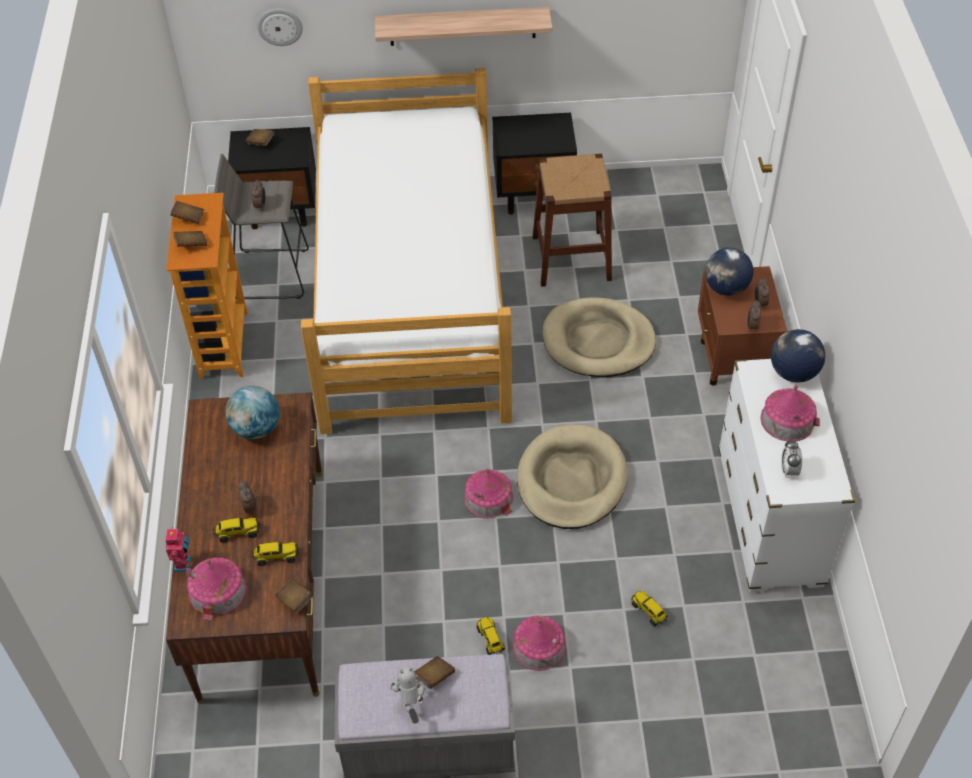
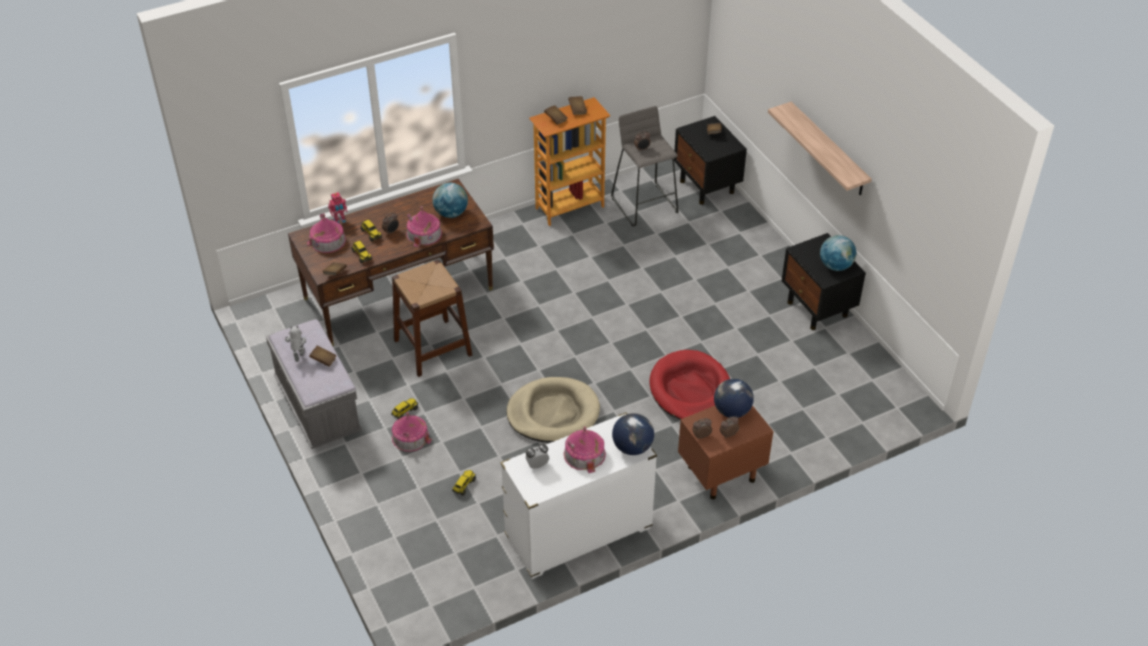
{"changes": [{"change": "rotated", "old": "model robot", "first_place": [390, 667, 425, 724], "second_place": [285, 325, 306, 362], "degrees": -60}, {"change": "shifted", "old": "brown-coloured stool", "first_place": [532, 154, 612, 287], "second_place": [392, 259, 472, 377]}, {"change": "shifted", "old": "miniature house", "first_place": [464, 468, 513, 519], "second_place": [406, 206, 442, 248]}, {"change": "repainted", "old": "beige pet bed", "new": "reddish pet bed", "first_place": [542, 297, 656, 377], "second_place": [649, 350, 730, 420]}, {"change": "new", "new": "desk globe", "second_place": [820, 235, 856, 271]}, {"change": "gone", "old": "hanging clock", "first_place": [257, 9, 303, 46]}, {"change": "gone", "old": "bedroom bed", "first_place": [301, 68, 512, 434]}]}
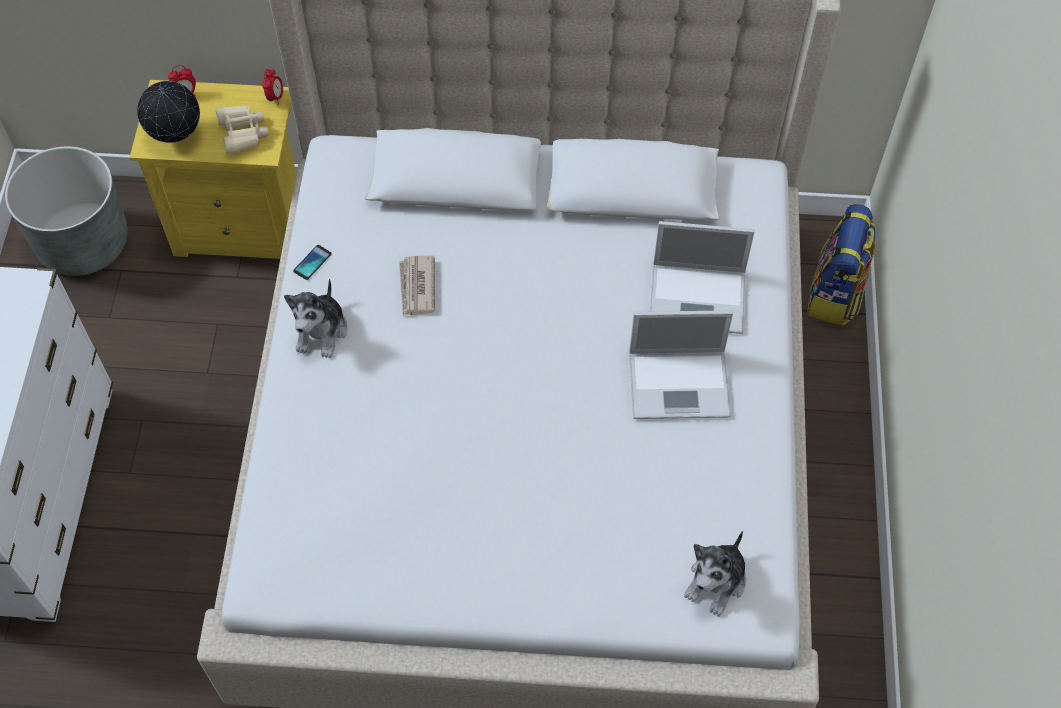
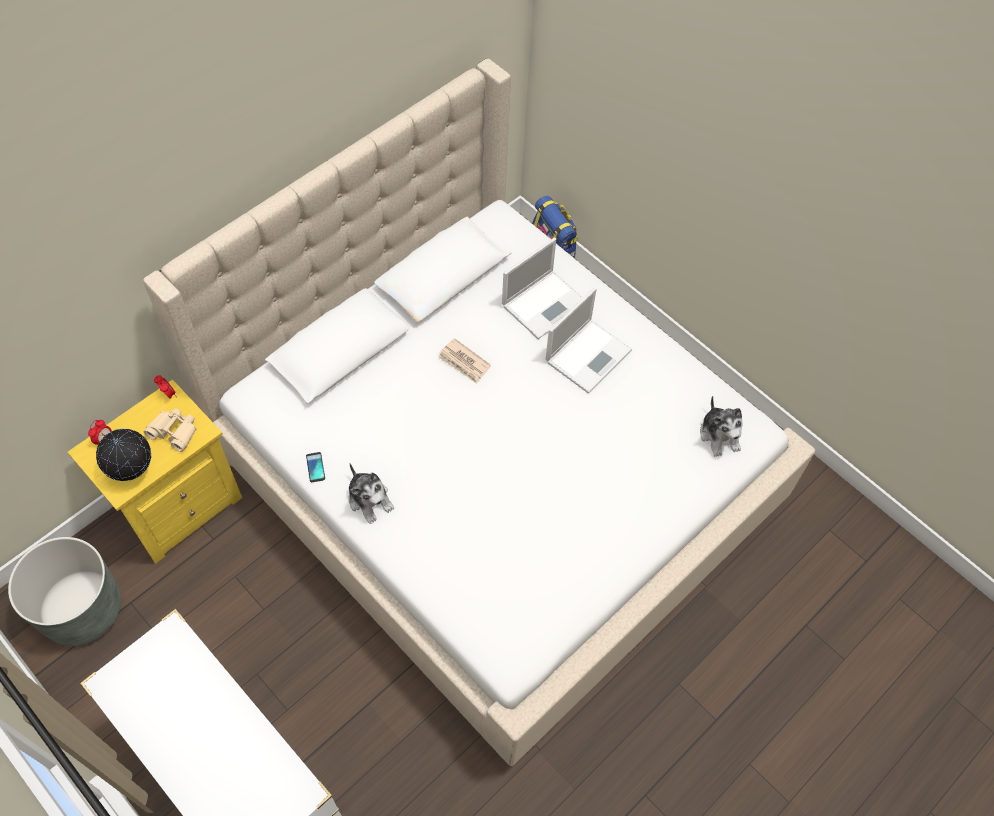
{"changes": [{"change": "shifted", "old": "newspaper", "first_place": [399, 256, 435, 317], "second_place": [438, 338, 491, 384]}]}
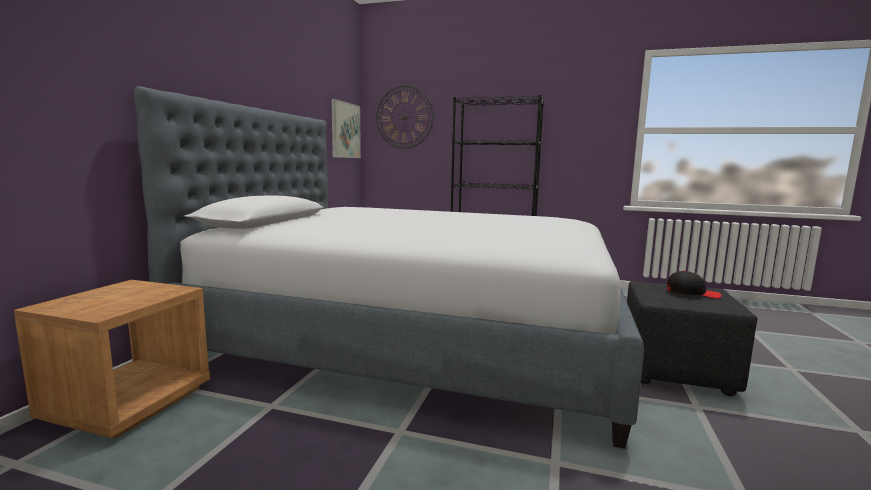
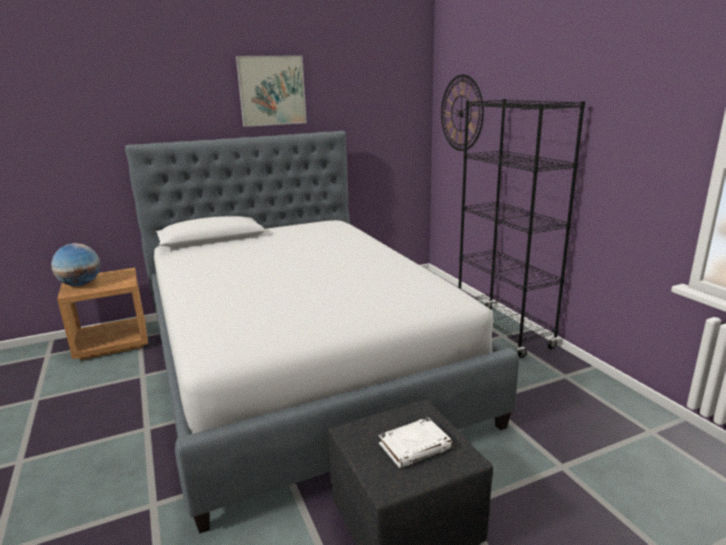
{"changes": [{"change": "new", "new": "desk globe", "second_place": [51, 243, 100, 286]}, {"change": "shifted", "old": "picture", "first_place": [331, 99, 361, 158], "second_place": [236, 55, 307, 127]}, {"change": "swapped", "old": "black-coloured baseball cap", "new": "whitish bound book", "first_place": [667, 270, 722, 299], "second_place": [379, 417, 453, 468]}]}
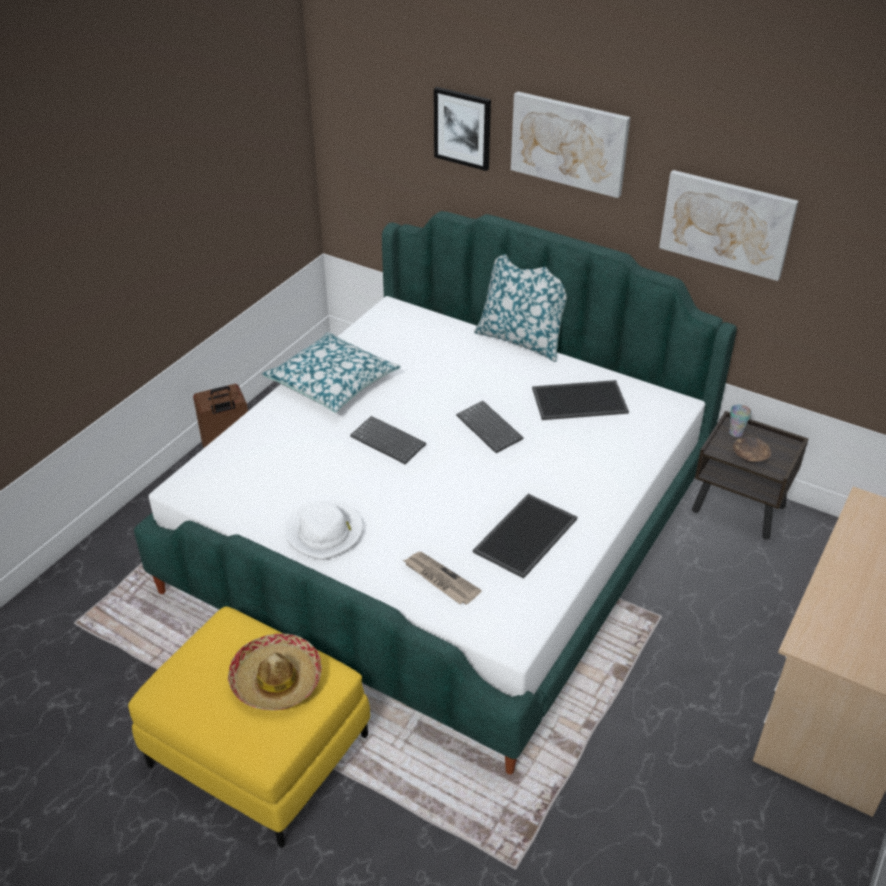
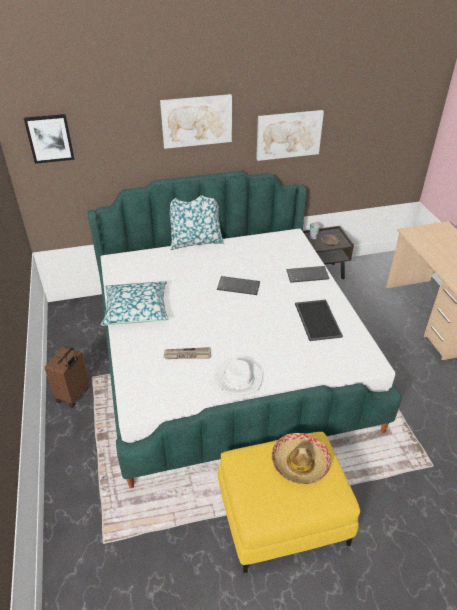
{"changes": [{"change": "shifted", "old": "picture", "first_place": [434, 87, 491, 171], "second_place": [24, 114, 74, 164]}, {"change": "shifted", "old": "newspaper", "first_place": [403, 552, 482, 605], "second_place": [163, 347, 211, 359]}, {"change": "shifted", "old": "keyboard", "first_place": [350, 416, 426, 465], "second_place": [286, 266, 329, 283]}, {"change": "gone", "old": "tray", "first_place": [532, 380, 629, 420]}]}
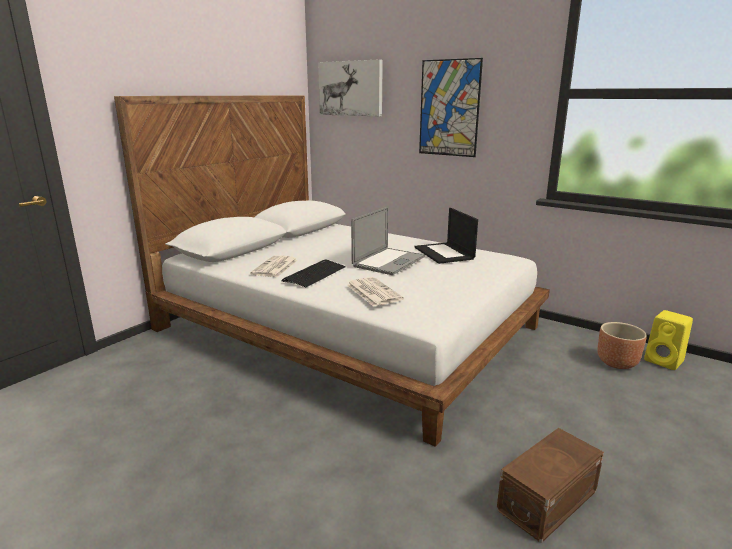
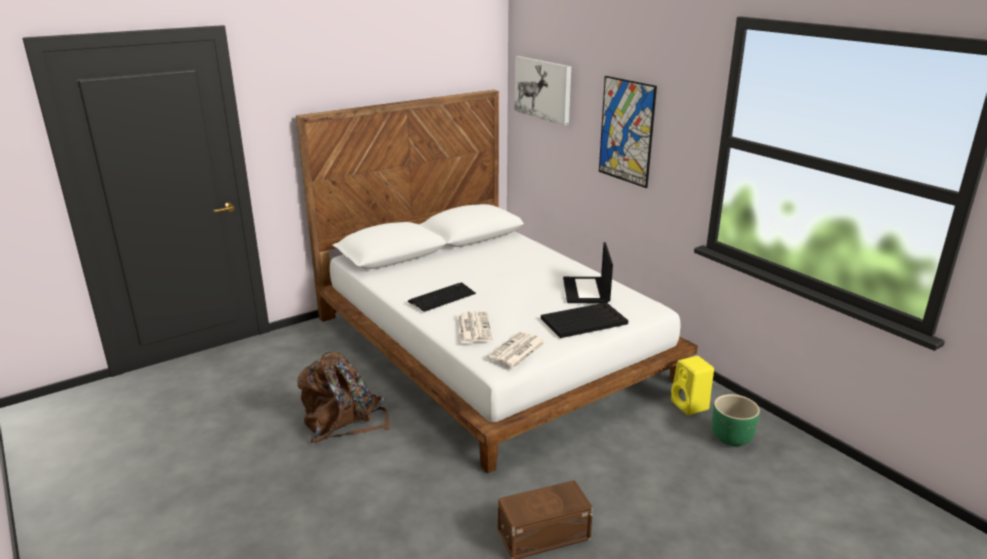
{"changes": [{"change": "new", "new": "brown-coloured knapsack", "second_place": [297, 352, 390, 443]}, {"change": "shifted", "old": "newspaper", "first_place": [250, 255, 298, 277], "second_place": [487, 331, 546, 368]}, {"change": "new", "new": "black-coloured tray", "second_place": [541, 302, 628, 338]}, {"change": "shifted", "old": "yellow speaker", "first_place": [644, 310, 693, 370], "second_place": [671, 356, 714, 415]}, {"change": "repainted", "old": "brown-coloured plant pot", "new": "green plant pot", "first_place": [597, 322, 647, 369], "second_place": [712, 394, 760, 446]}, {"change": "gone", "old": "portable computer", "first_place": [351, 207, 425, 275]}]}
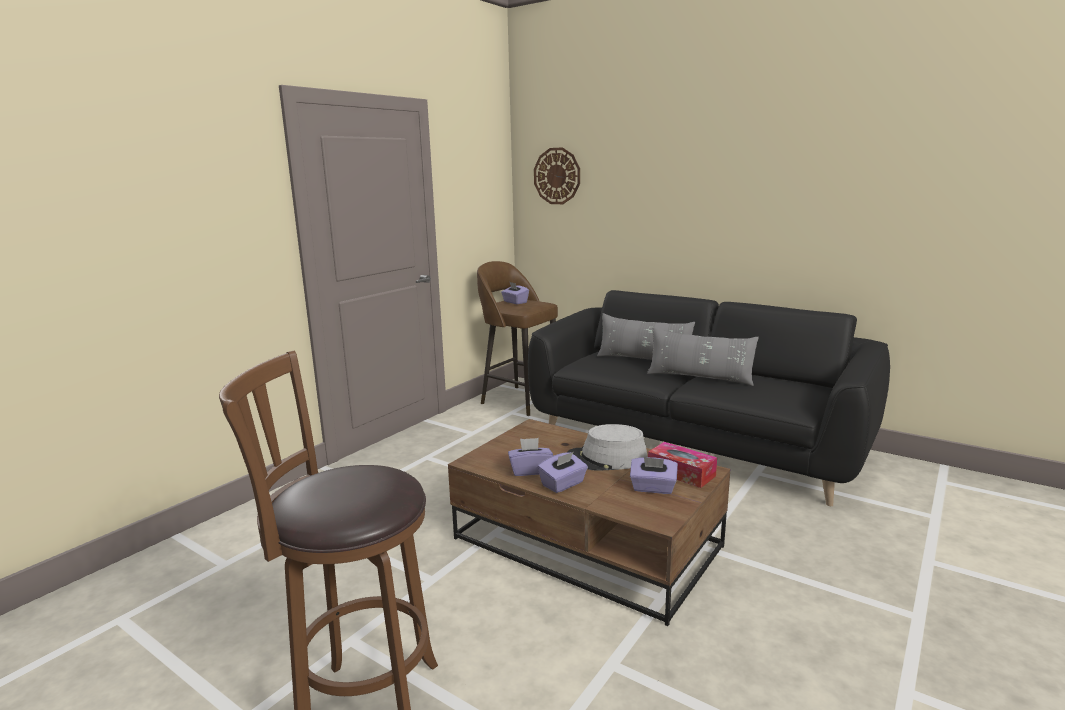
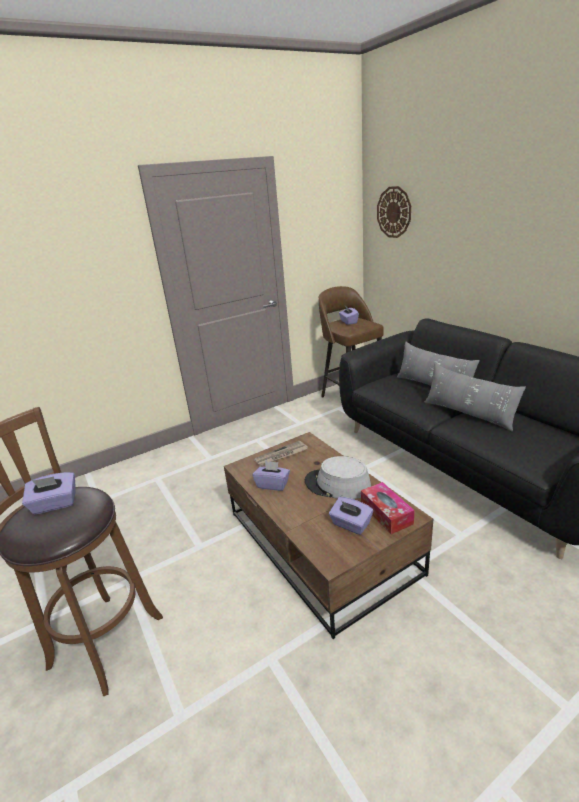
{"changes": [{"change": "shifted", "old": "purplish tissue box", "first_place": [538, 452, 588, 493], "second_place": [22, 472, 76, 514]}, {"change": "new", "new": "newspaper", "second_place": [254, 441, 308, 467]}]}
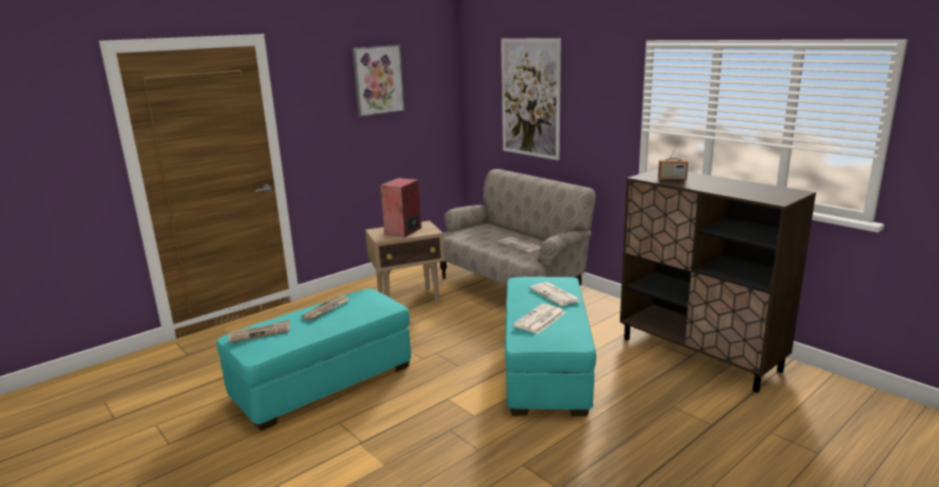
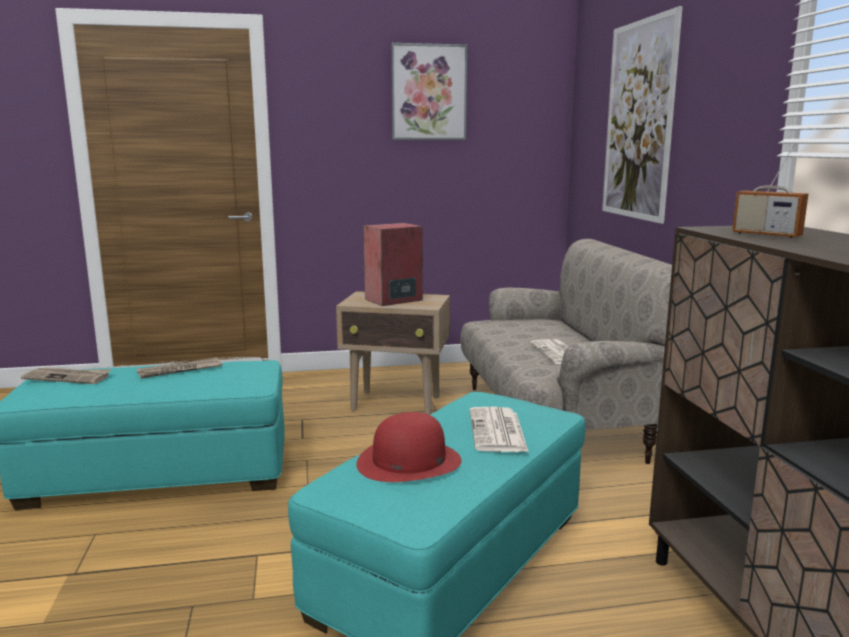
{"changes": [{"change": "swapped", "old": "newspaper", "new": "reddish wearable hat", "first_place": [513, 304, 566, 334], "second_place": [356, 412, 462, 482]}]}
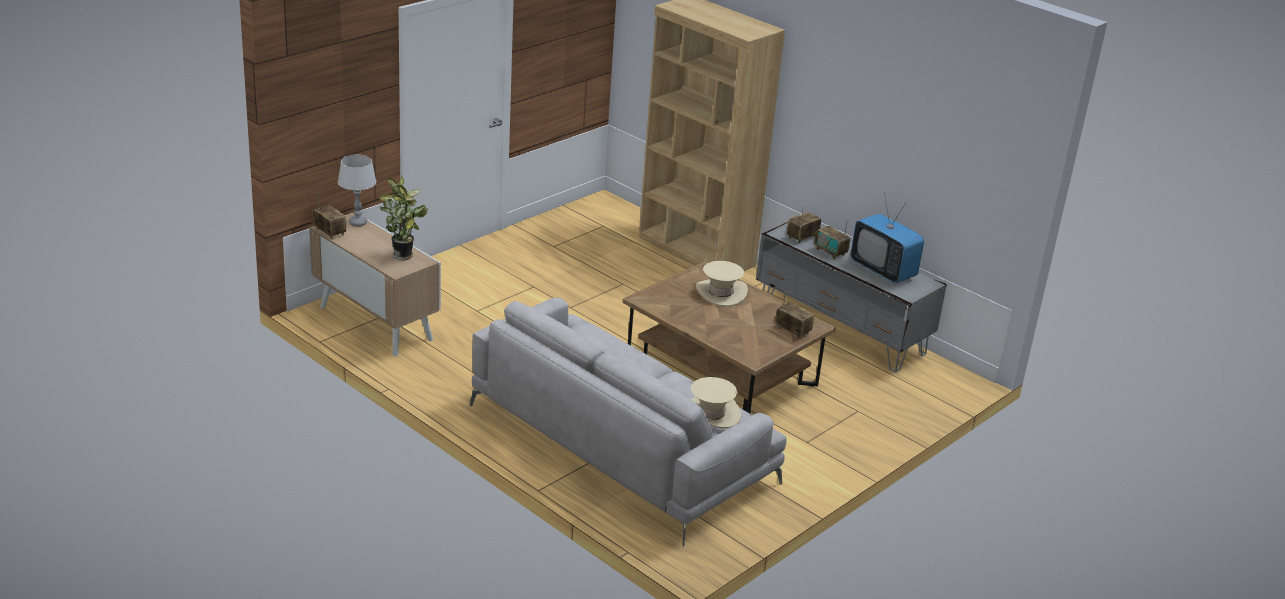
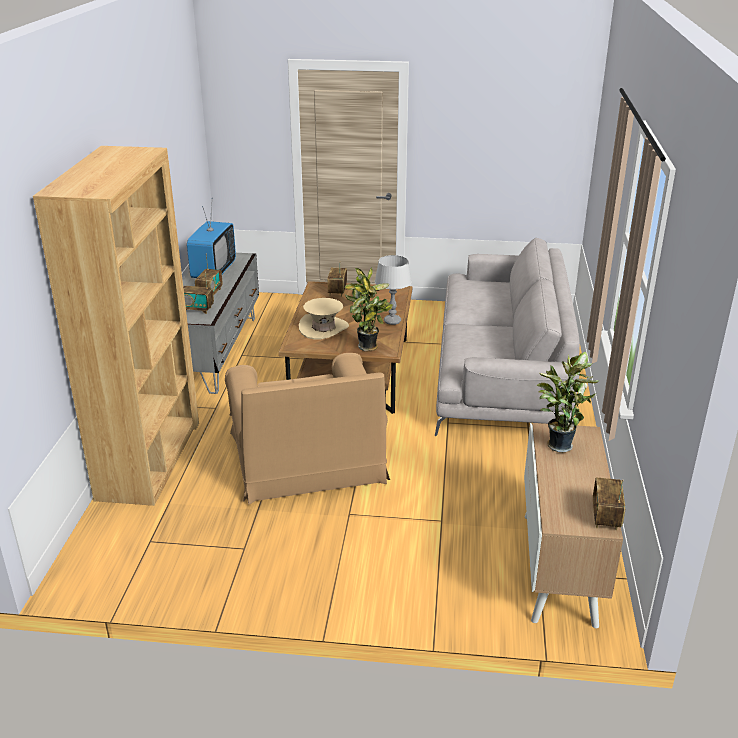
{"changes": [{"change": "new", "new": "brown-coloured armchair", "second_place": [225, 353, 390, 505]}, {"change": "new", "new": "potted plant", "second_place": [345, 267, 393, 352]}, {"change": "shifted", "old": "grey tabletop lamp", "first_place": [338, 155, 376, 226], "second_place": [375, 255, 411, 325]}, {"change": "gone", "old": "beige wearable hat", "first_place": [690, 377, 741, 429]}]}
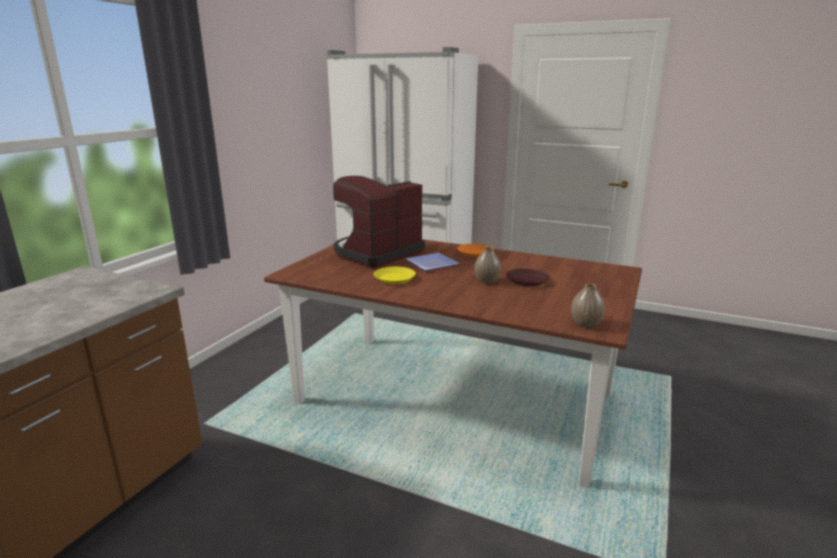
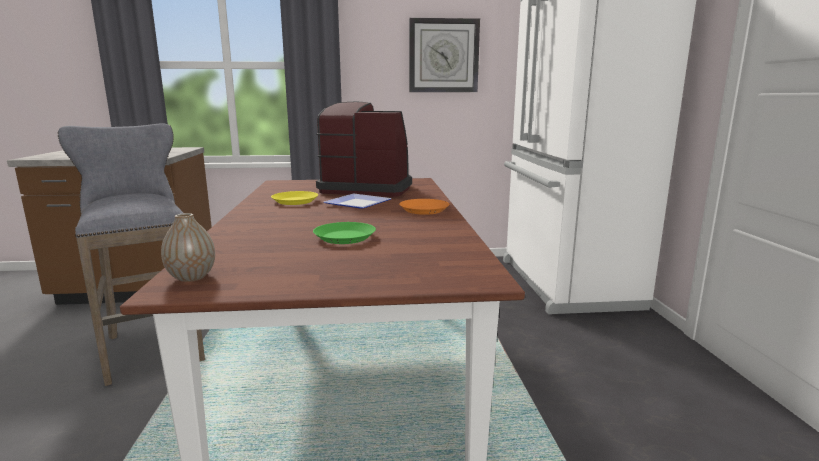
{"changes": [{"change": "new", "new": "grey stool", "second_place": [58, 124, 205, 386]}, {"change": "repainted", "old": "brown-coloured plate", "new": "green plate", "first_place": [506, 269, 550, 287], "second_place": [313, 222, 376, 244]}, {"change": "new", "new": "hanging clock", "second_place": [409, 18, 480, 92]}, {"change": "gone", "old": "flower vase", "first_place": [475, 247, 501, 284]}]}
